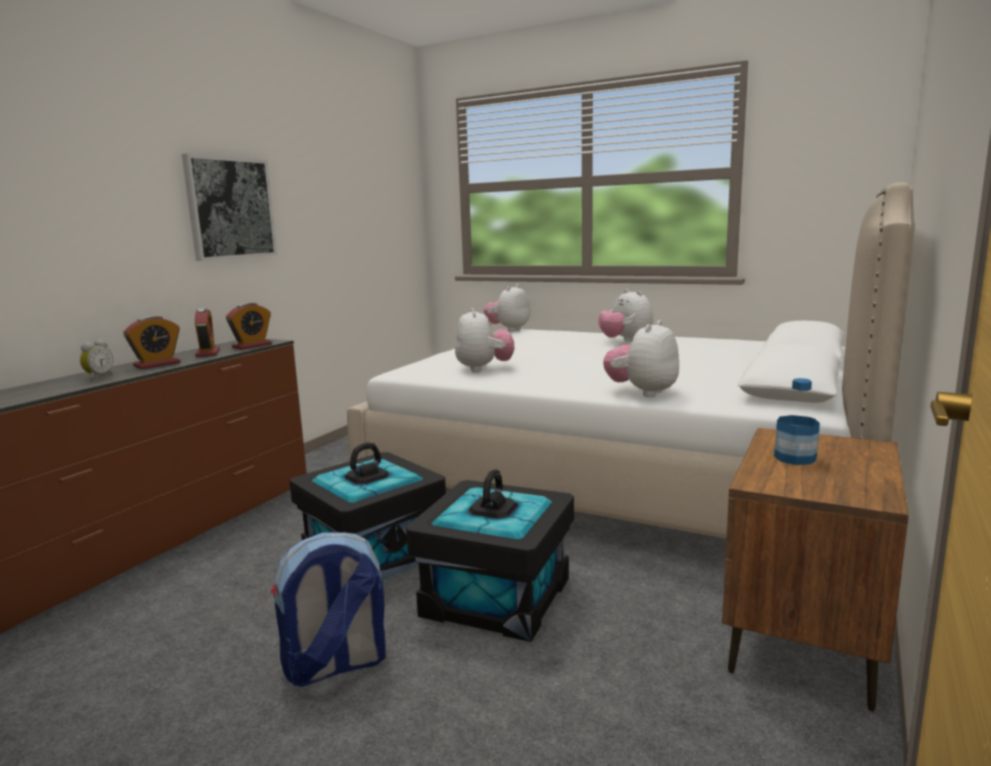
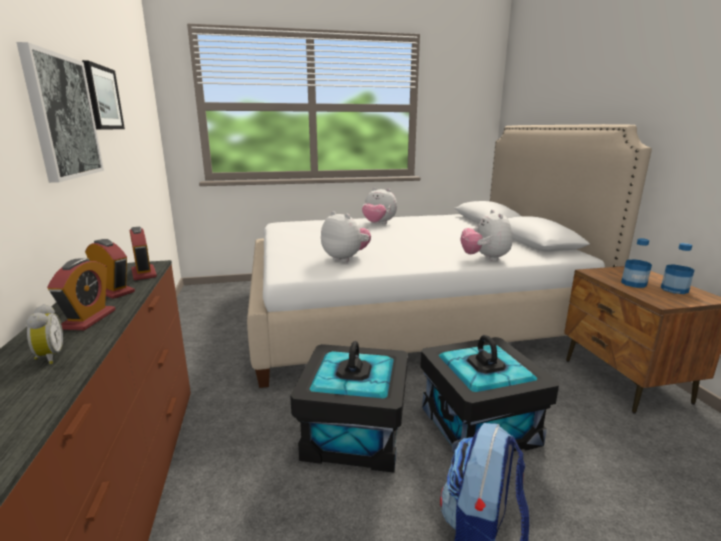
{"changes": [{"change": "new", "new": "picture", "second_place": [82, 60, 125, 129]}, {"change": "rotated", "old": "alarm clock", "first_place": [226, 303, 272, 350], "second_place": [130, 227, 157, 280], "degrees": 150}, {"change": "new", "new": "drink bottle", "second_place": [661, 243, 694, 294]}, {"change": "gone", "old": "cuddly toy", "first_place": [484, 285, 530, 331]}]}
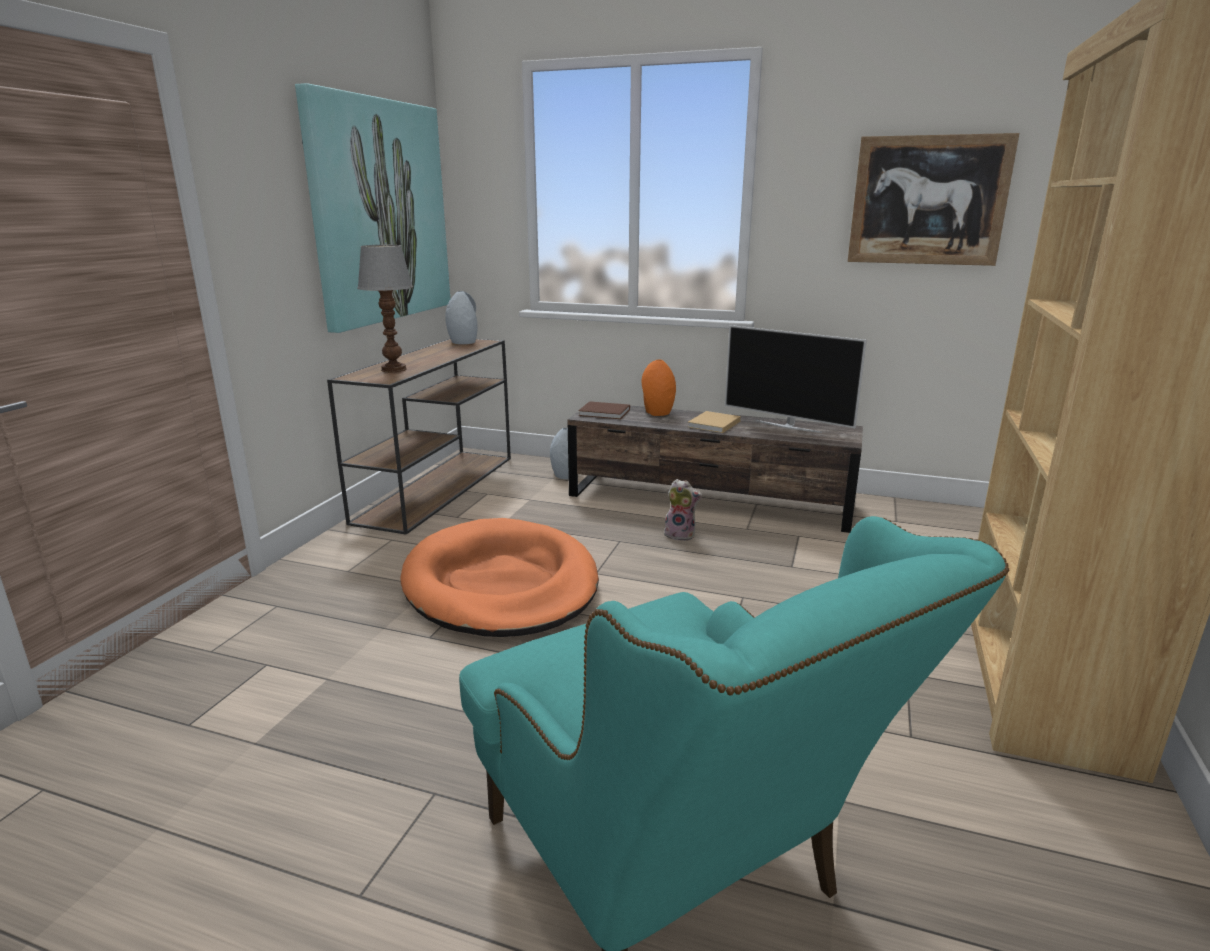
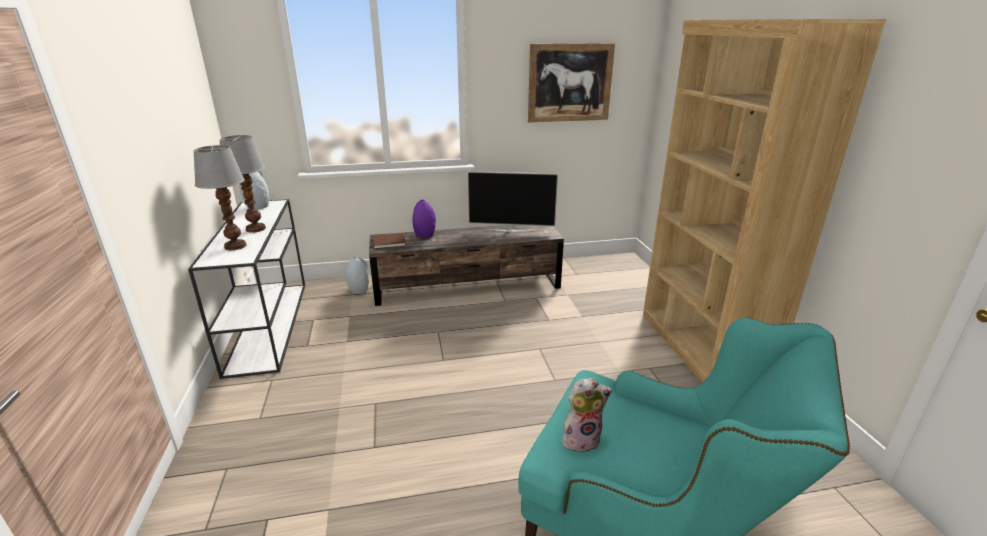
{"changes": [{"change": "repainted", "old": "brown-coloured narrow table", "new": "whitish narrow table", "first_place": [327, 338, 511, 535], "second_place": [188, 199, 305, 379]}, {"change": "new", "new": "tabletop lamp", "second_place": [220, 135, 266, 233]}, {"change": "repainted", "old": "orange-coloured flower vase", "new": "purplish flower vase", "first_place": [642, 360, 676, 416], "second_place": [412, 200, 436, 239]}, {"change": "shifted", "old": "cuddly toy", "first_place": [664, 479, 702, 541], "second_place": [562, 378, 612, 453]}, {"change": "gone", "old": "picture", "first_place": [295, 83, 450, 333]}, {"change": "gone", "old": "orange-coloured pet bed", "first_place": [400, 518, 599, 637]}, {"change": "gone", "old": "beige bound book", "first_place": [688, 411, 741, 433]}]}
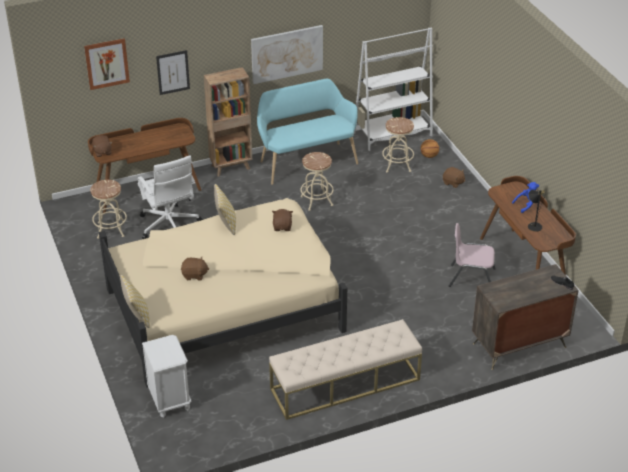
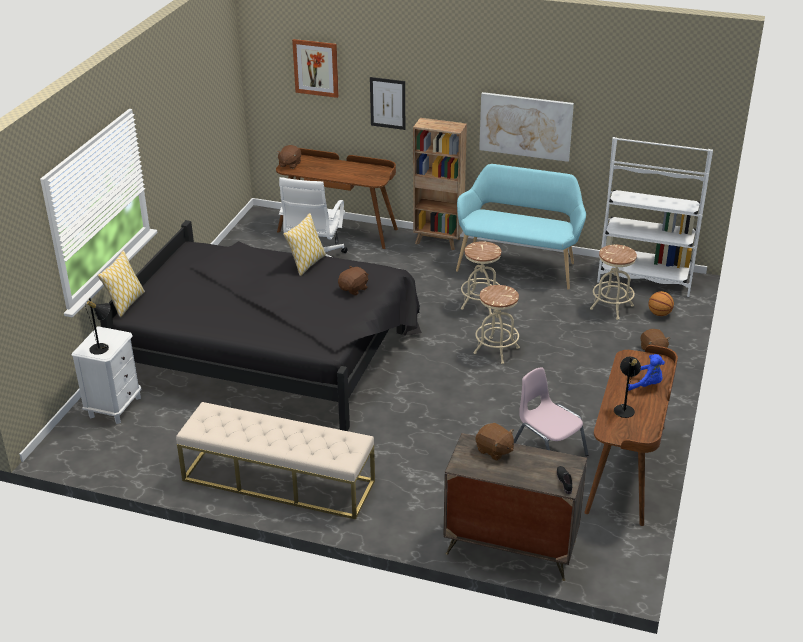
{"changes": [{"change": "new", "new": "black-coloured tabletop lamp", "second_place": [85, 298, 110, 355]}, {"change": "repainted", "old": "beige bedroom bed", "new": "black-coloured bedroom bed", "first_place": [99, 198, 347, 388], "second_place": [100, 220, 422, 431]}, {"change": "shifted", "old": "beige stool", "first_place": [90, 180, 127, 239], "second_place": [474, 285, 520, 364]}, {"change": "shifted", "old": "brown-coloured cuddly toy", "first_place": [181, 257, 209, 280], "second_place": [476, 423, 514, 461]}]}
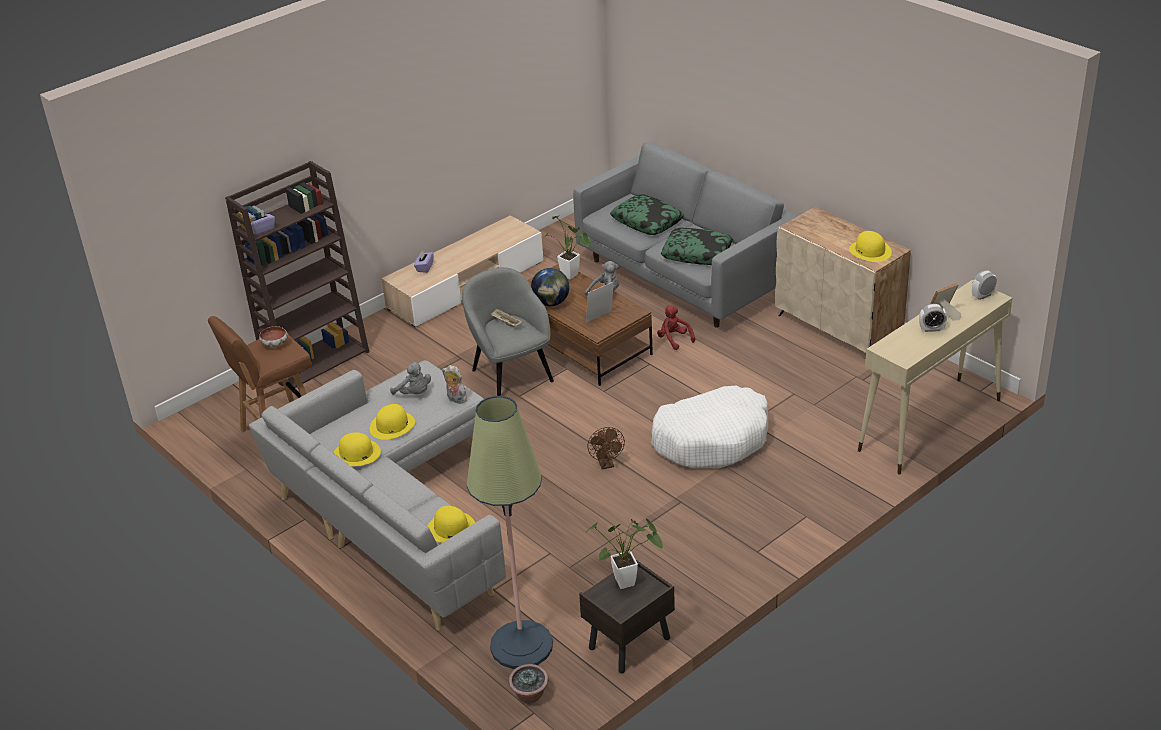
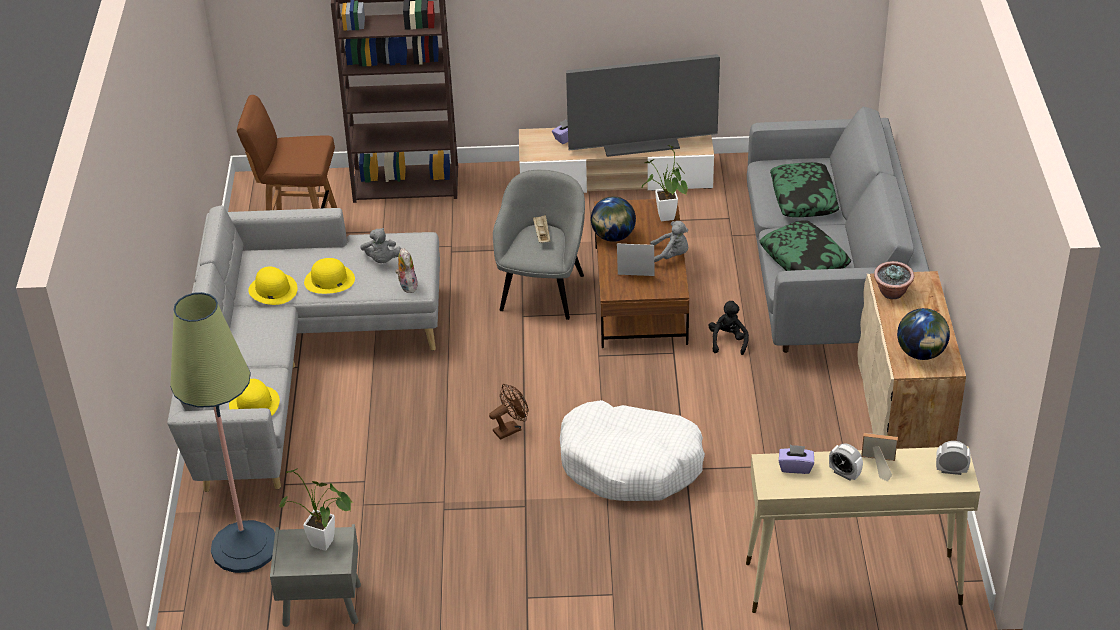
{"changes": [{"change": "repainted", "old": "brown-coloured night table", "new": "grey night table", "first_place": [579, 559, 675, 673], "second_place": [270, 524, 361, 627]}, {"change": "rotated", "old": "brown-coloured cooling fan", "first_place": [588, 427, 625, 469], "second_place": [489, 384, 528, 440], "degrees": -150}, {"change": "new", "new": "television", "second_place": [566, 54, 720, 157]}, {"change": "repainted", "old": "reddish cuddly toy", "new": "black-coloured cuddly toy", "first_place": [657, 305, 695, 350], "second_place": [708, 301, 749, 355]}, {"change": "shifted", "old": "purplish tissue box", "first_place": [251, 210, 275, 235], "second_place": [779, 445, 814, 474]}, {"change": "shifted", "old": "potted plant", "first_place": [509, 664, 548, 703], "second_place": [874, 261, 914, 299]}, {"change": "swapped", "old": "yellow wearable hat", "new": "desk globe", "first_place": [849, 231, 892, 262], "second_place": [897, 308, 950, 360]}, {"change": "gone", "old": "deep dish", "first_place": [259, 326, 288, 347]}]}
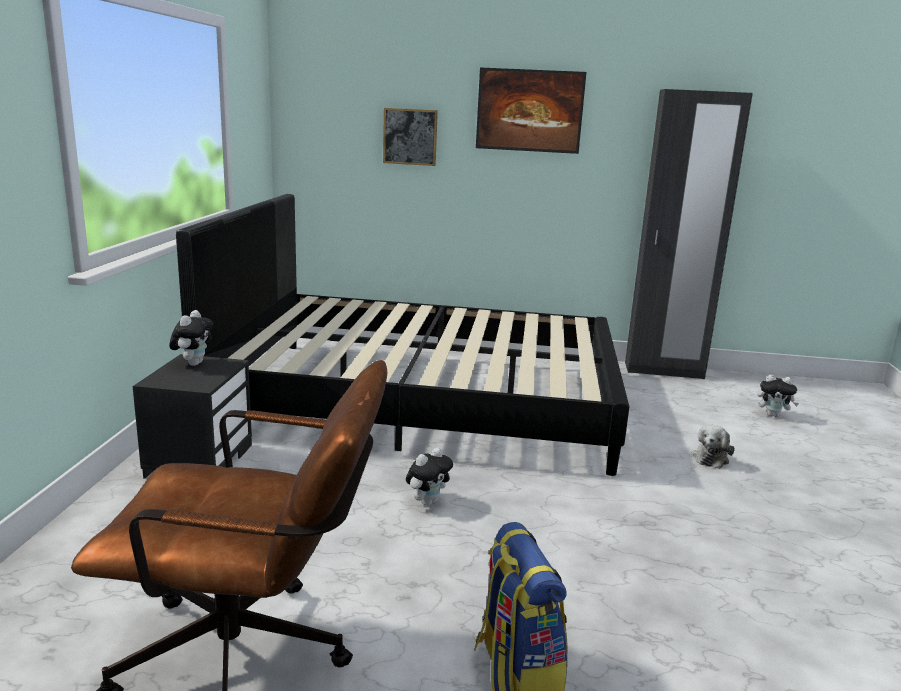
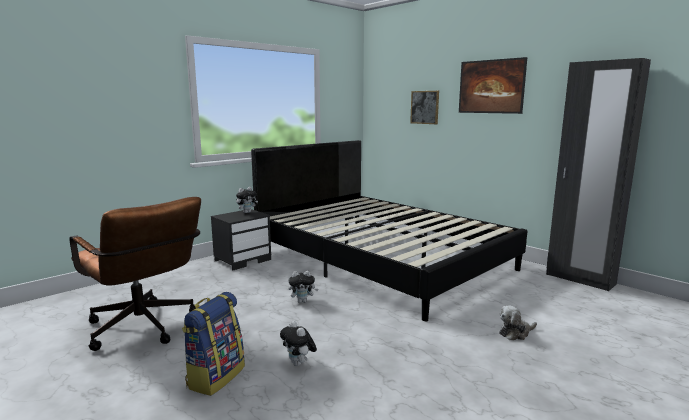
{"changes": [{"change": "shifted", "old": "cuddly toy", "first_place": [758, 374, 799, 417], "second_place": [280, 321, 317, 366]}]}
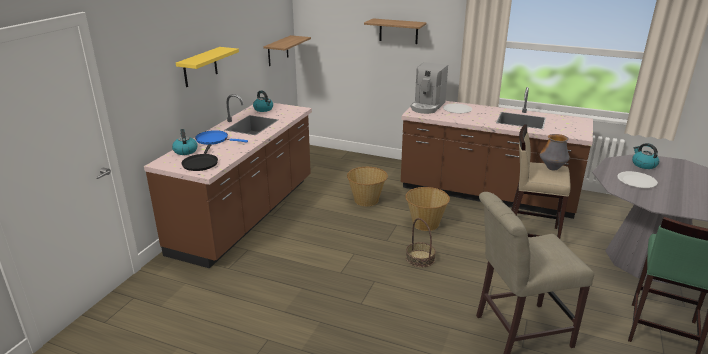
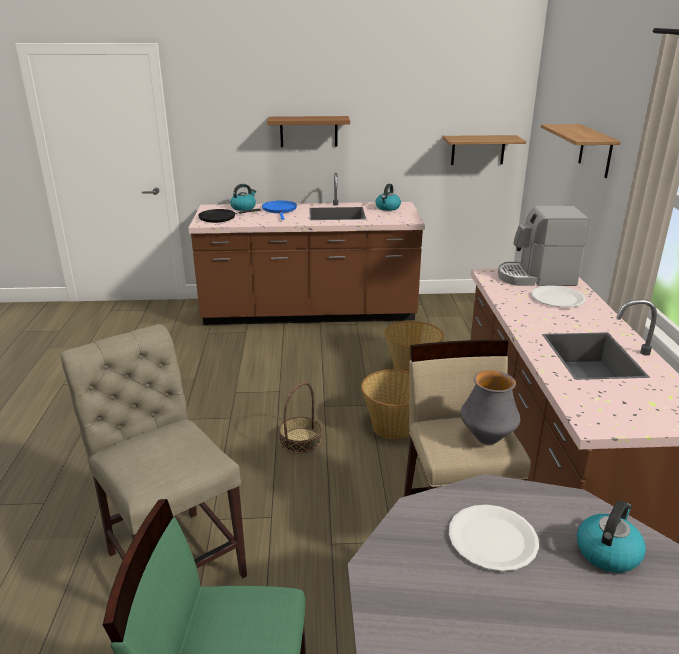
{"changes": [{"change": "repainted", "old": "yellow wall shelf", "new": "brown-coloured wall shelf", "first_place": [176, 47, 239, 87], "second_place": [267, 116, 350, 147]}]}
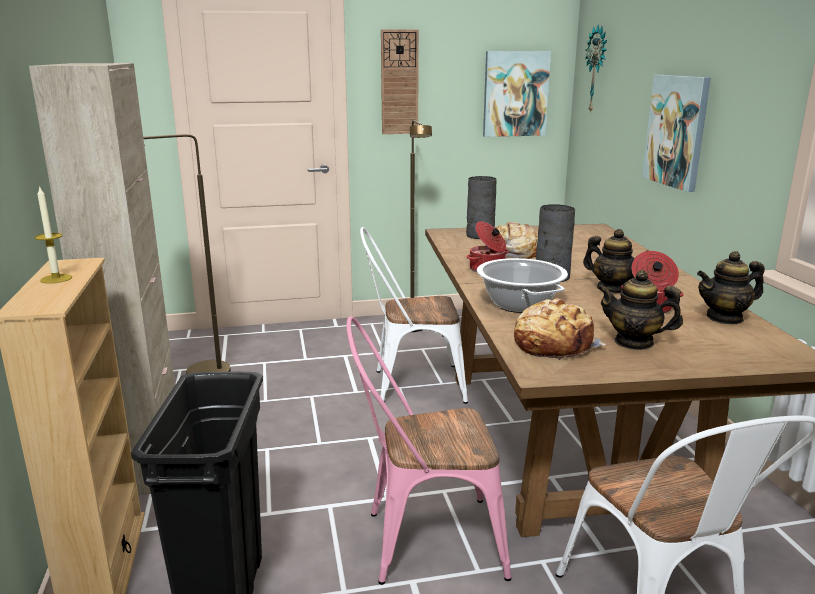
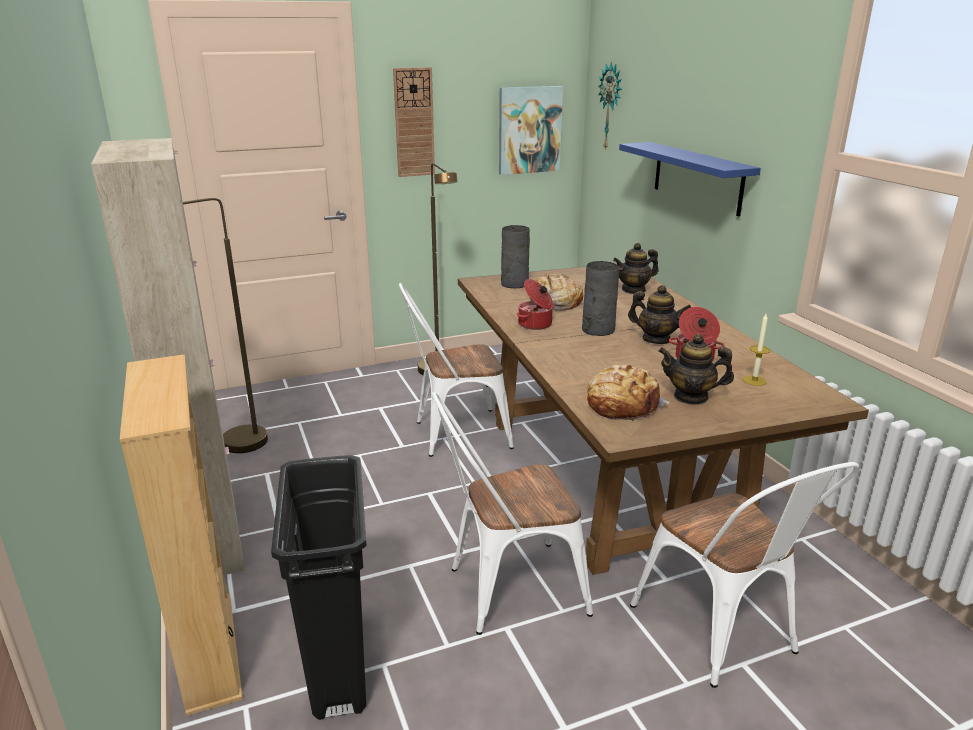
{"changes": [{"change": "repainted", "old": "pink chair", "new": "whitish chair", "first_place": [346, 316, 511, 585], "second_place": [432, 392, 593, 635]}, {"change": "shifted", "old": "tea pot", "first_place": [697, 251, 765, 325], "second_place": [613, 243, 659, 294]}, {"change": "swapped", "old": "picture", "new": "blue wall shelf", "first_place": [642, 75, 711, 192], "second_place": [619, 142, 761, 217]}, {"change": "shifted", "old": "wax light", "first_place": [35, 186, 72, 284], "second_place": [743, 314, 770, 386]}, {"change": "gone", "old": "cooking pot", "first_place": [477, 258, 568, 313]}]}
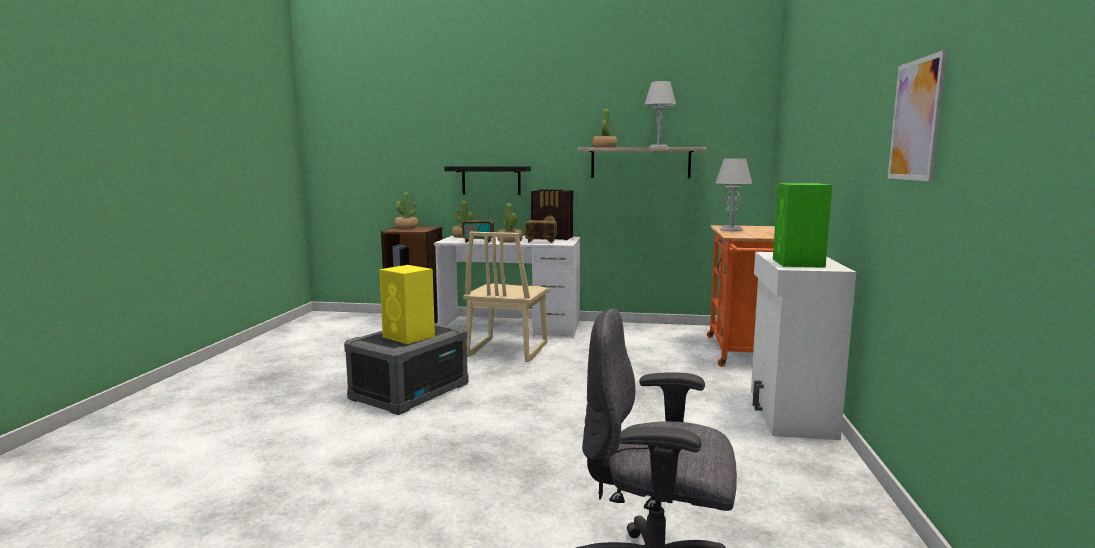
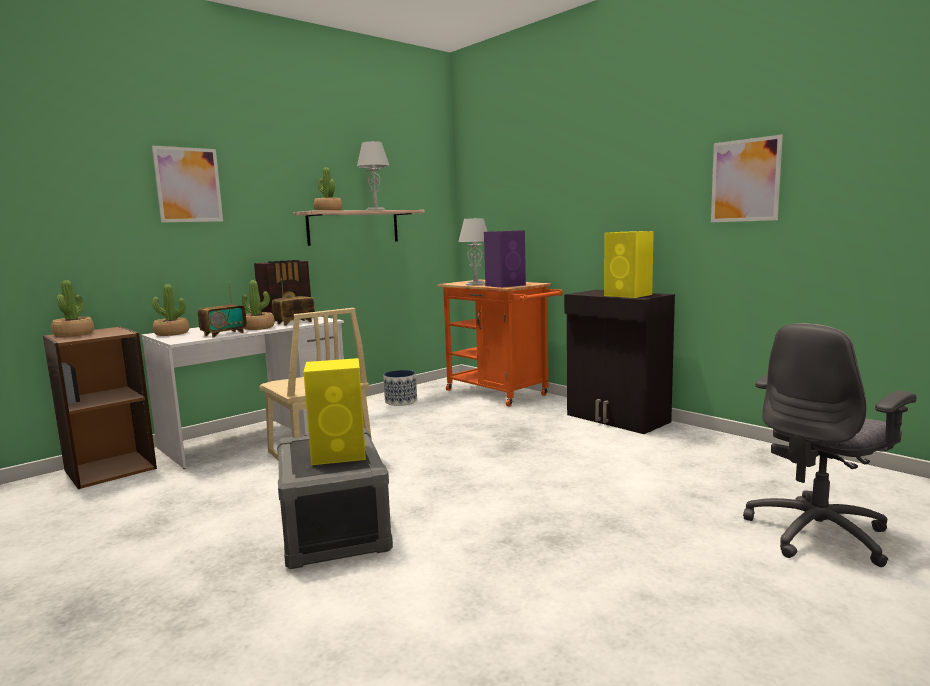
{"changes": [{"change": "new", "new": "picture", "second_place": [152, 145, 223, 223]}, {"change": "new", "new": "plant pot", "second_place": [383, 370, 417, 406]}, {"change": "new", "new": "purplish speaker", "second_place": [484, 230, 526, 288]}, {"change": "repainted", "old": "whitish storage cabinet", "new": "black-coloured storage cabinet", "first_place": [751, 252, 856, 440], "second_place": [564, 290, 675, 434]}, {"change": "repainted", "old": "green speaker", "new": "yellow speaker", "first_place": [773, 183, 832, 268], "second_place": [604, 231, 654, 298]}, {"change": "gone", "old": "black-coloured wall shelf", "first_place": [444, 166, 531, 195]}]}
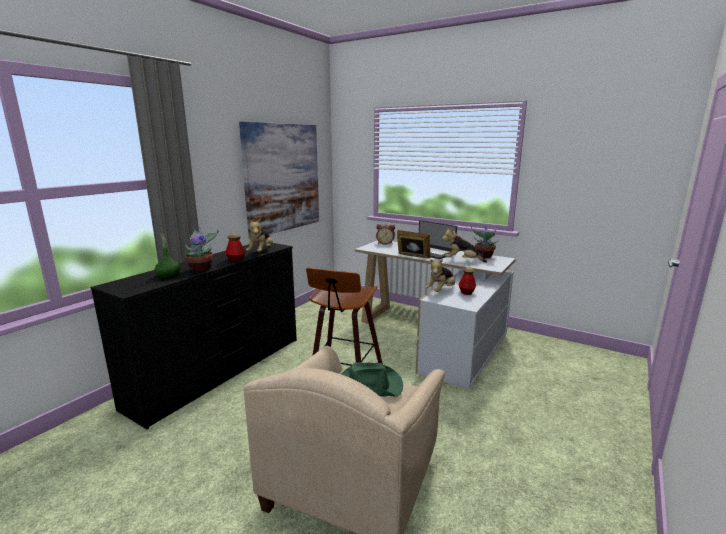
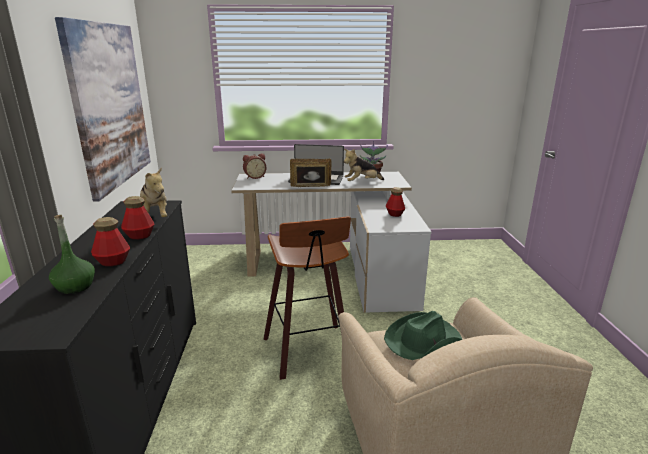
{"changes": [{"change": "swapped", "old": "potted plant", "new": "drink bottle", "first_place": [184, 227, 219, 272], "second_place": [91, 217, 130, 266]}, {"change": "gone", "old": "cuddly toy", "first_place": [425, 258, 455, 292]}]}
